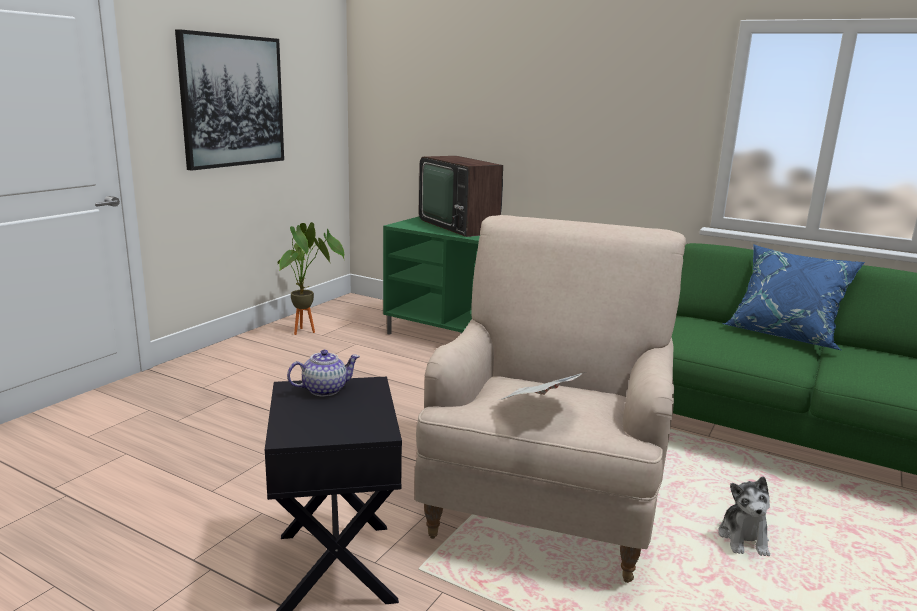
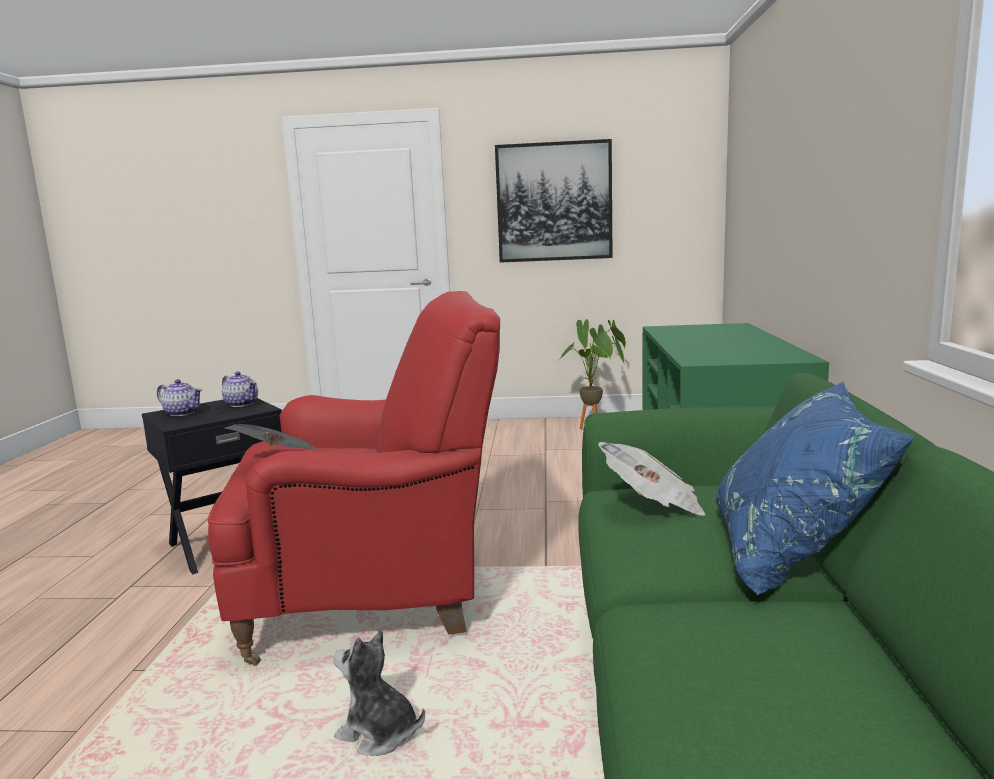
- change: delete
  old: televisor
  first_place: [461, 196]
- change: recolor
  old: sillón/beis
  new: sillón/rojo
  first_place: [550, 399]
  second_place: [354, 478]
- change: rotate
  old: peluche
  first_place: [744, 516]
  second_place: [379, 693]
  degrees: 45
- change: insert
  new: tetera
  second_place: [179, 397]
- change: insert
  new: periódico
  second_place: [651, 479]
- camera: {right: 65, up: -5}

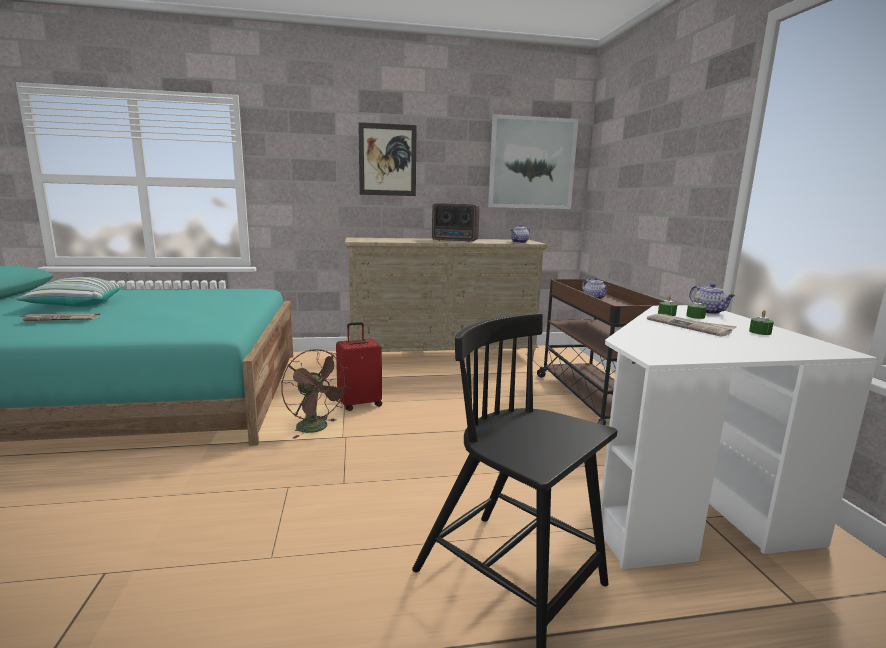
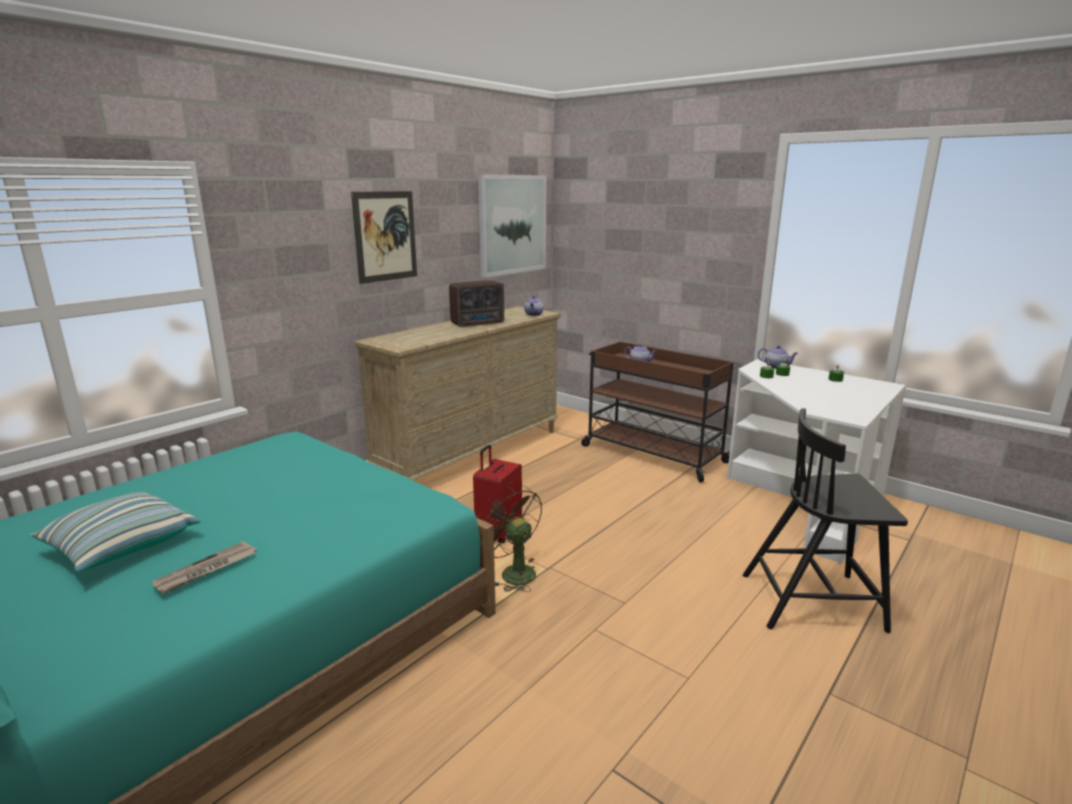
- change: delete
  old: periódico
  first_place: [692, 325]
- change: rotate
  old: ventilador/marrón
  first_place: [316, 394]
  second_place: [509, 538]
  degrees: -135
- camera: {right: -40, up: 5}

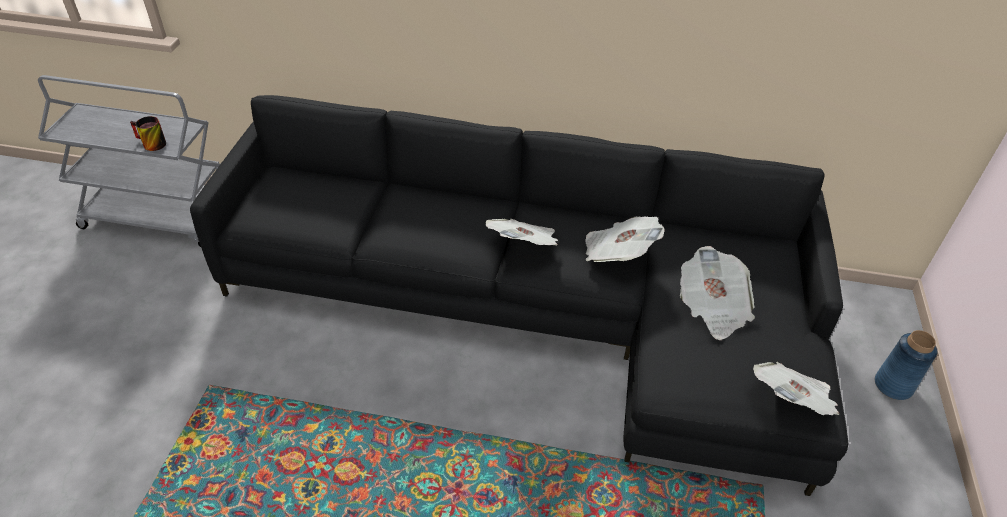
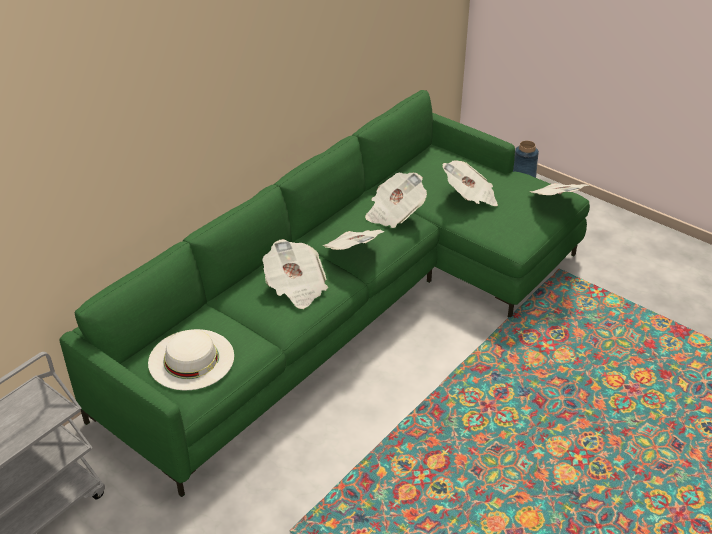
- change: recolor
  old: sofá/negro
  new: sofá/verde
  first_place: [519, 295]
  second_place: [325, 293]
- change: delete
  old: taza grande
  first_place: [148, 133]
- change: insert
  new: periódico
  second_place: [295, 274]
- change: insert
  new: sombrero/blanco
  second_place: [191, 359]
- camera: {right: -60, up: -5}

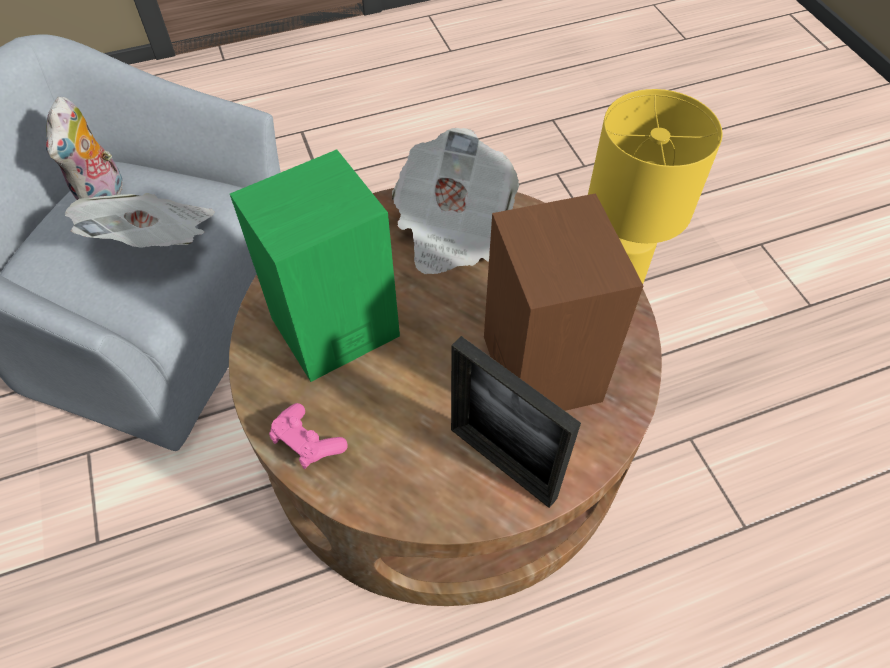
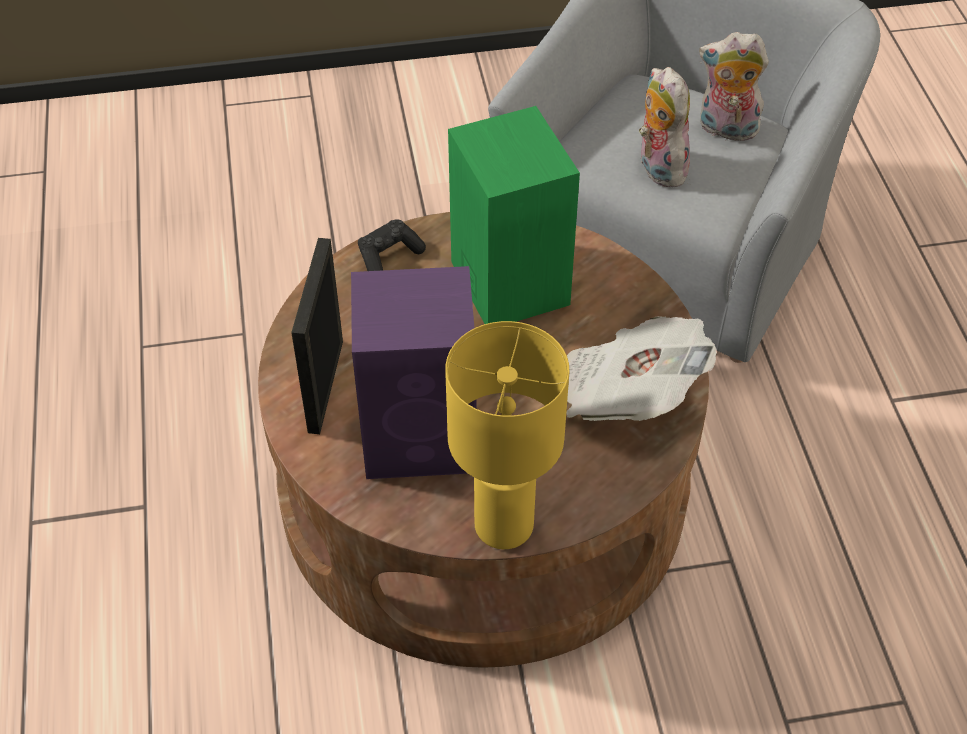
- change: replace
  old: periódico
  new: peluche
  first_place: [140, 220]
  second_place: [664, 127]
- change: recolor
  old: altavoz/marrón
  new: altavoz/morado
  first_place: [563, 302]
  second_place: [413, 372]
- change: rotate
  old: portarretratos
  first_place: [516, 422]
  second_place: [317, 336]
  degrees: -45
- change: recolor
  old: mando de consola/rosa
  new: mando de consola/negro
  first_place: [308, 436]
  second_place: [392, 245]
- camera: {right: 100, up: -5}

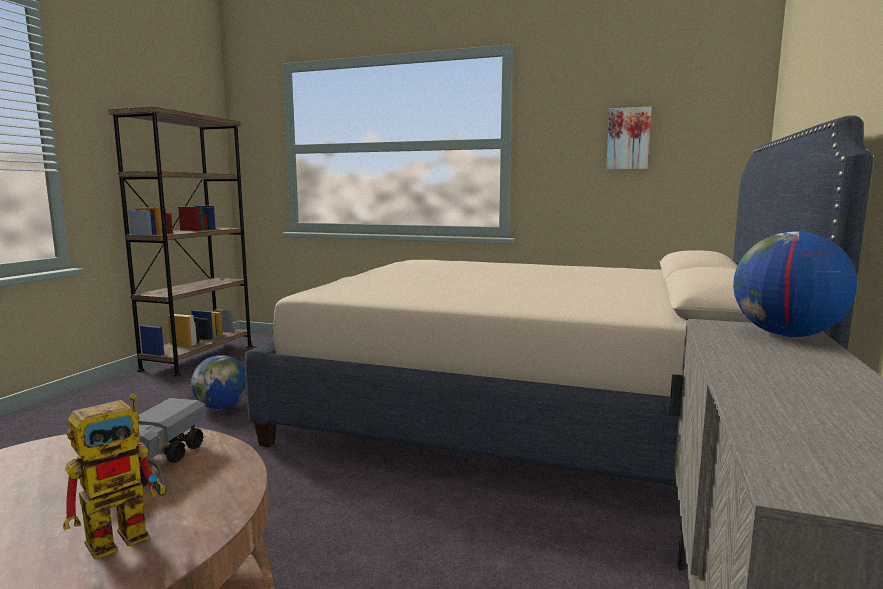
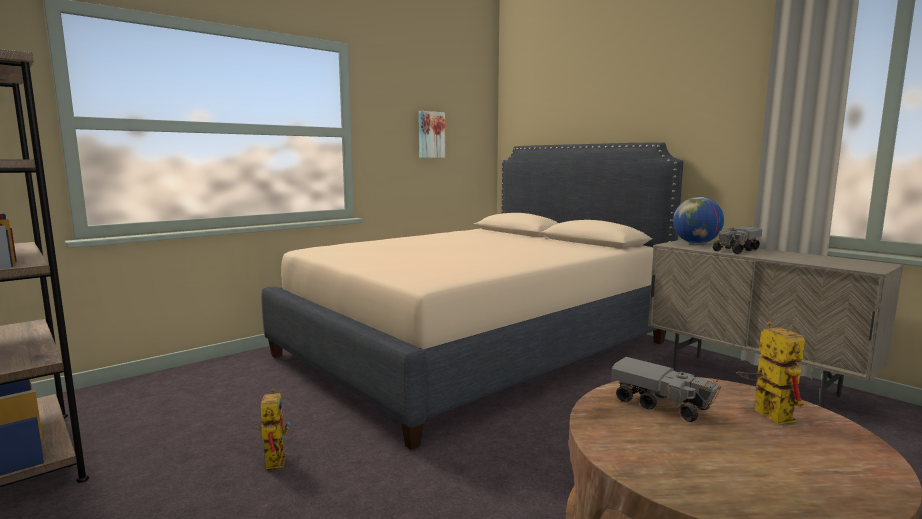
- change: replace
  old: globo terráqueo
  new: robot de juguete
  first_place: [218, 382]
  second_place: [273, 428]
- change: insert
  new: camión de juguete
  second_place: [737, 240]
- camera: {right: -60, up: 0}

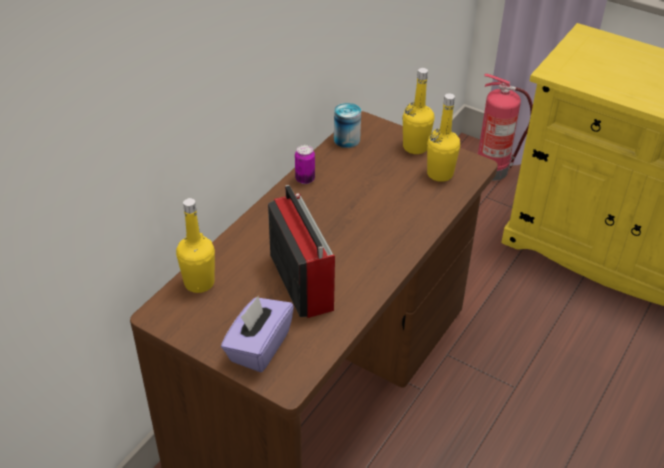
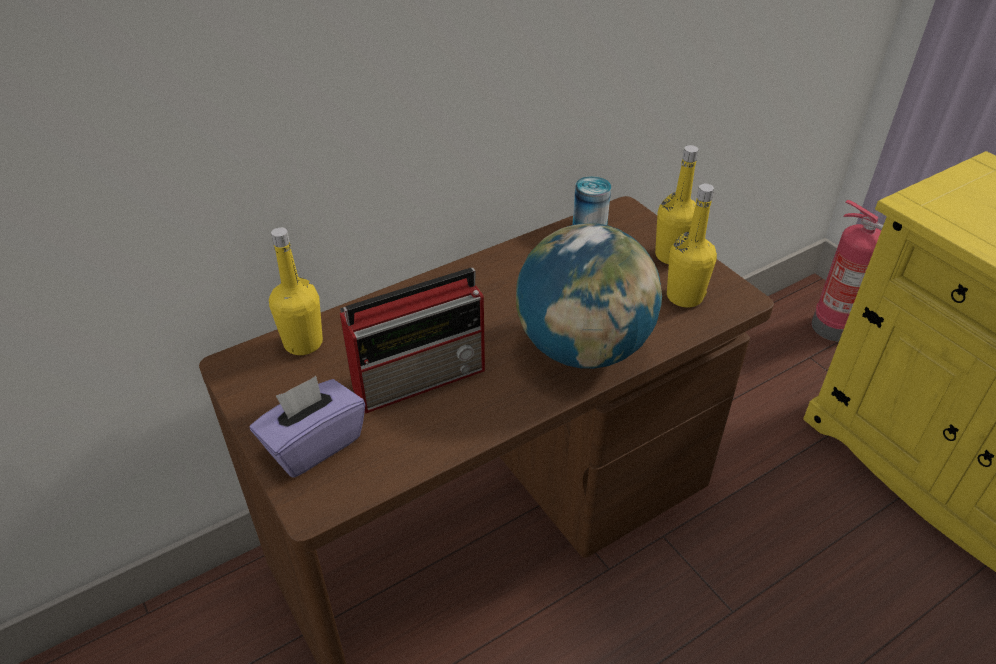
- change: delete
  old: lata
  first_place: [305, 164]
- change: rotate
  old: radio
  first_place: [301, 251]
  second_place: [412, 341]
  degrees: 60
- change: insert
  new: globo terráqueo
  second_place: [589, 296]
- camera: {right: 25, up: 0}

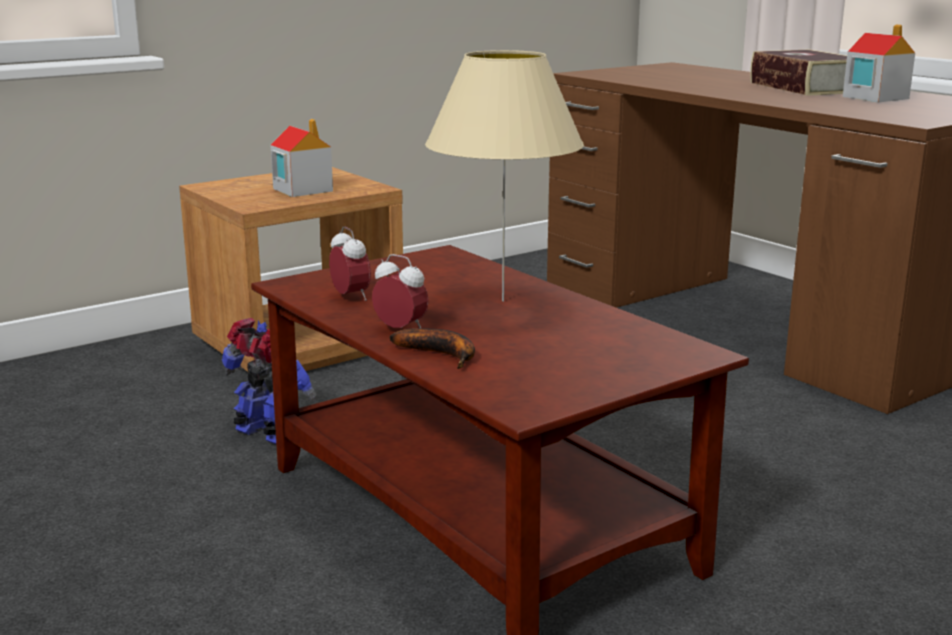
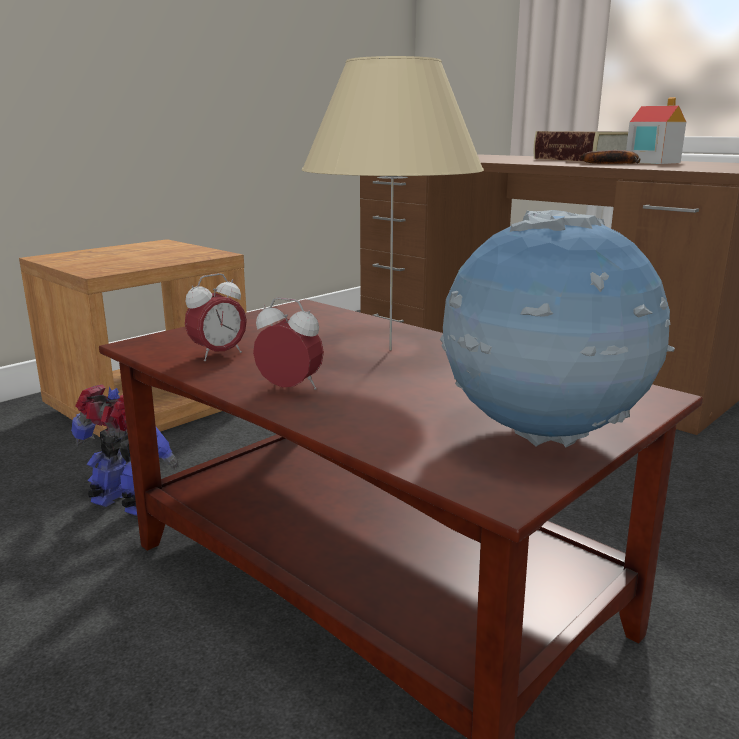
- change: delete
  old: casita
  first_place: [302, 158]
- change: rotate
  old: despertador
  first_place: [350, 263]
  second_place: [216, 317]
  degrees: 90
- change: move
  old: plátano
  first_place: [432, 348]
  second_place: [610, 157]
- change: insert
  new: globo terráqueo
  second_place: [557, 329]
- camera: {right: -10, up: 0}

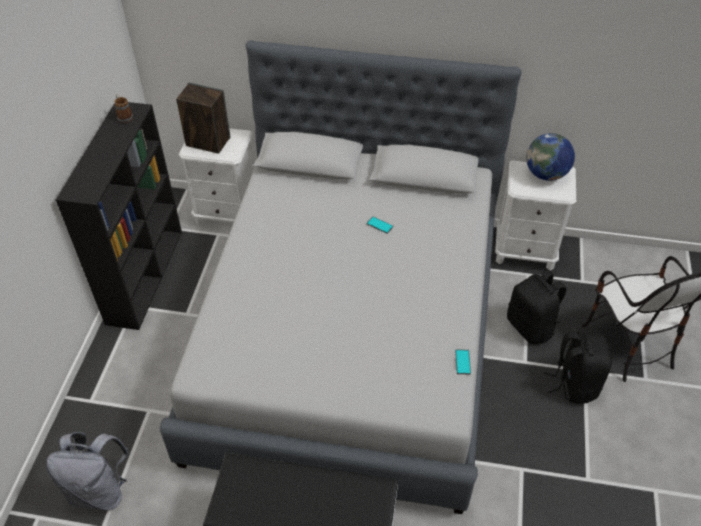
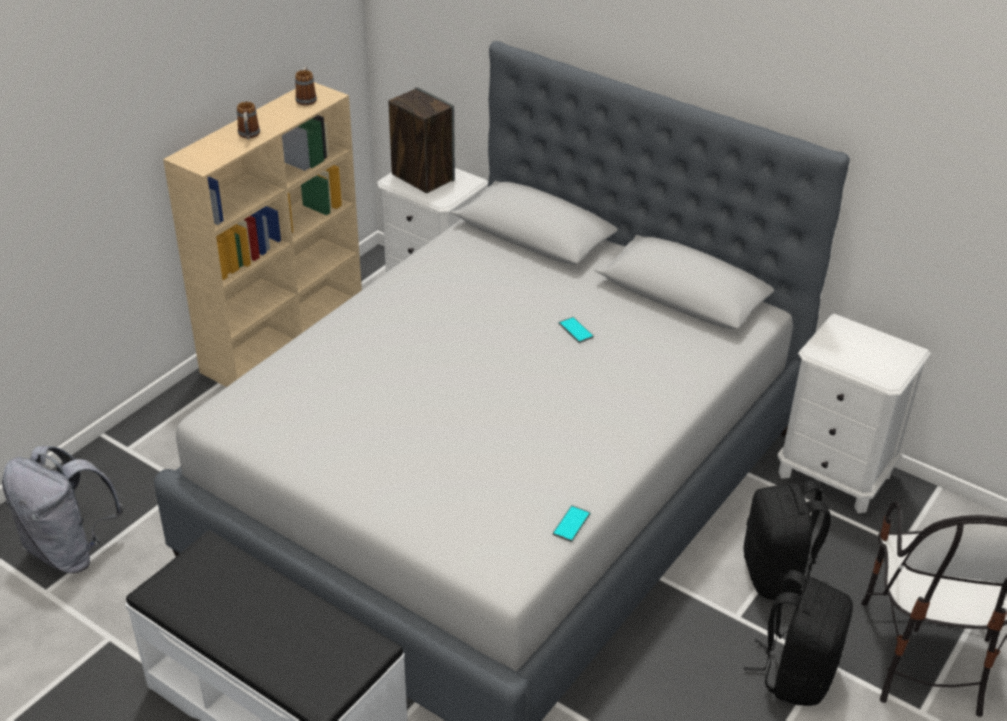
- change: recolor
  old: estantería/negro
  new: estantería/beis
  first_place: [119, 216]
  second_place: [262, 234]
- change: delete
  old: globo terráqueo
  first_place: [550, 157]
- change: insert
  new: taza grande
  second_place: [248, 120]
- camera: {right: 25, up: -10}

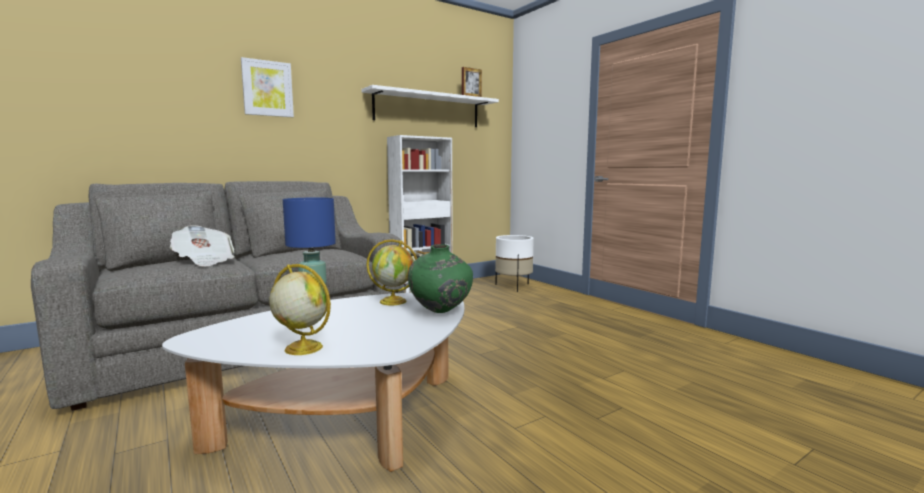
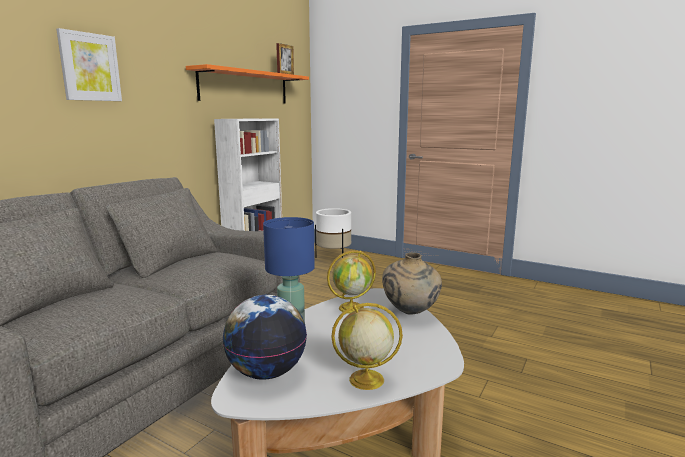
- change: recolor
  old: estante/blanco
  new: estante/naranja
  first_place: [430, 106]
  second_place: [247, 83]
- change: delete
  old: periódico
  first_place: [202, 246]
- change: recolor
  old: florero/verde
  new: florero/beis
  first_place: [440, 278]
  second_place: [412, 283]
- change: insert
  new: globo terráqueo
  second_place: [265, 337]
- camera: {right: -25, up: 5}

